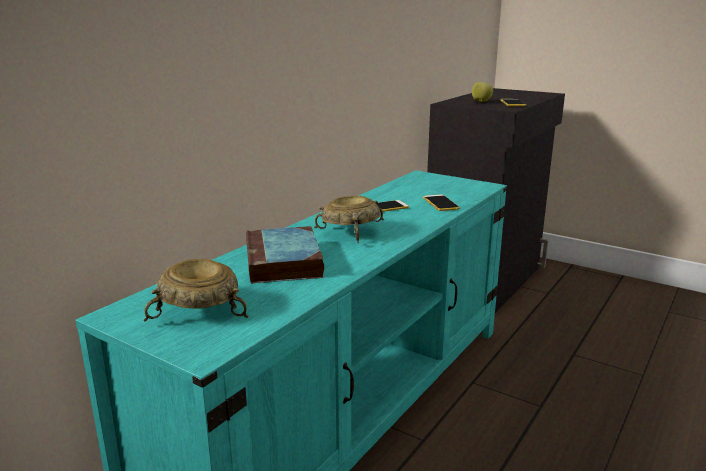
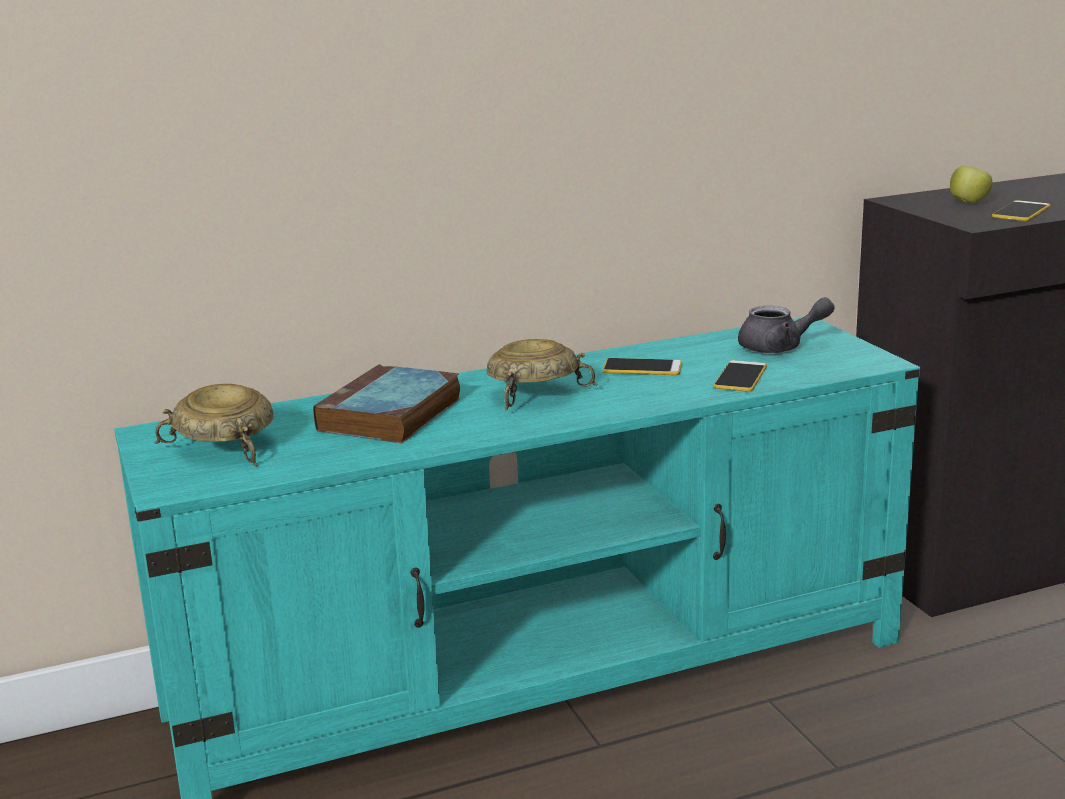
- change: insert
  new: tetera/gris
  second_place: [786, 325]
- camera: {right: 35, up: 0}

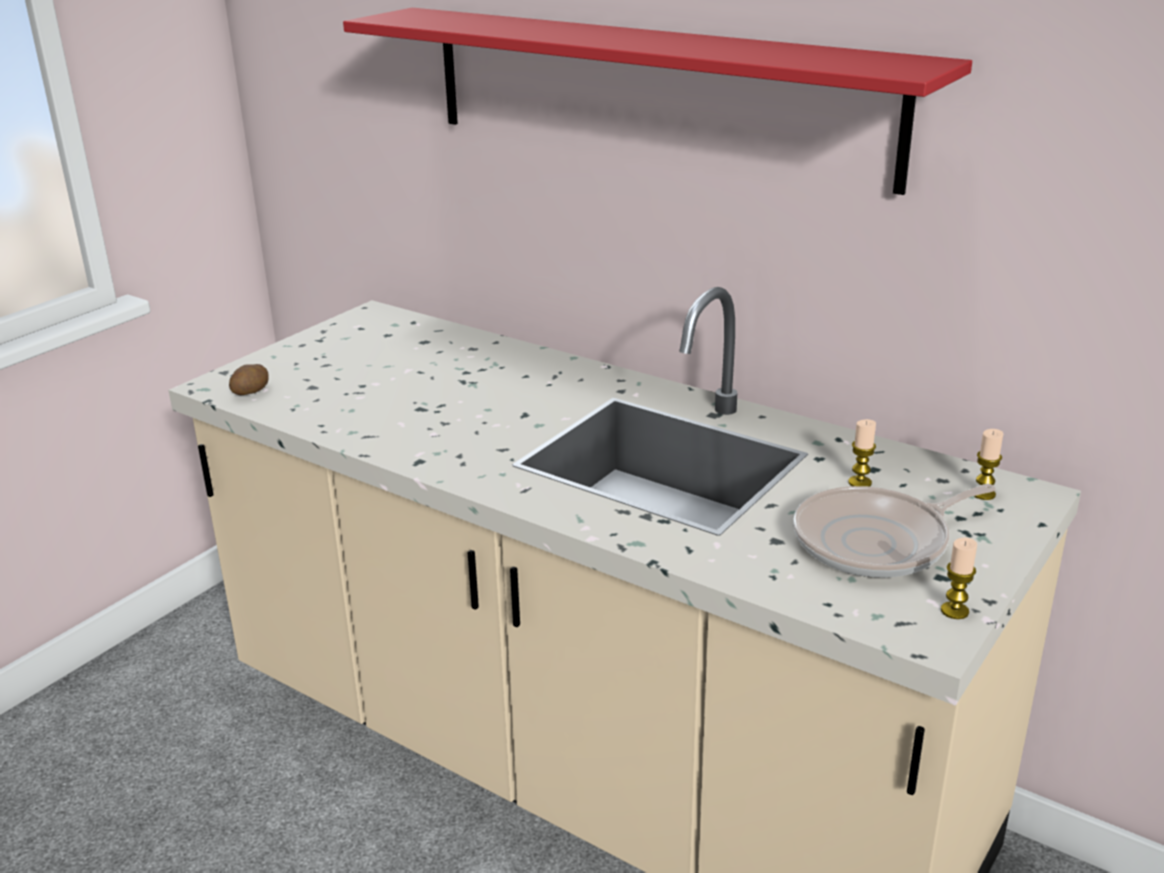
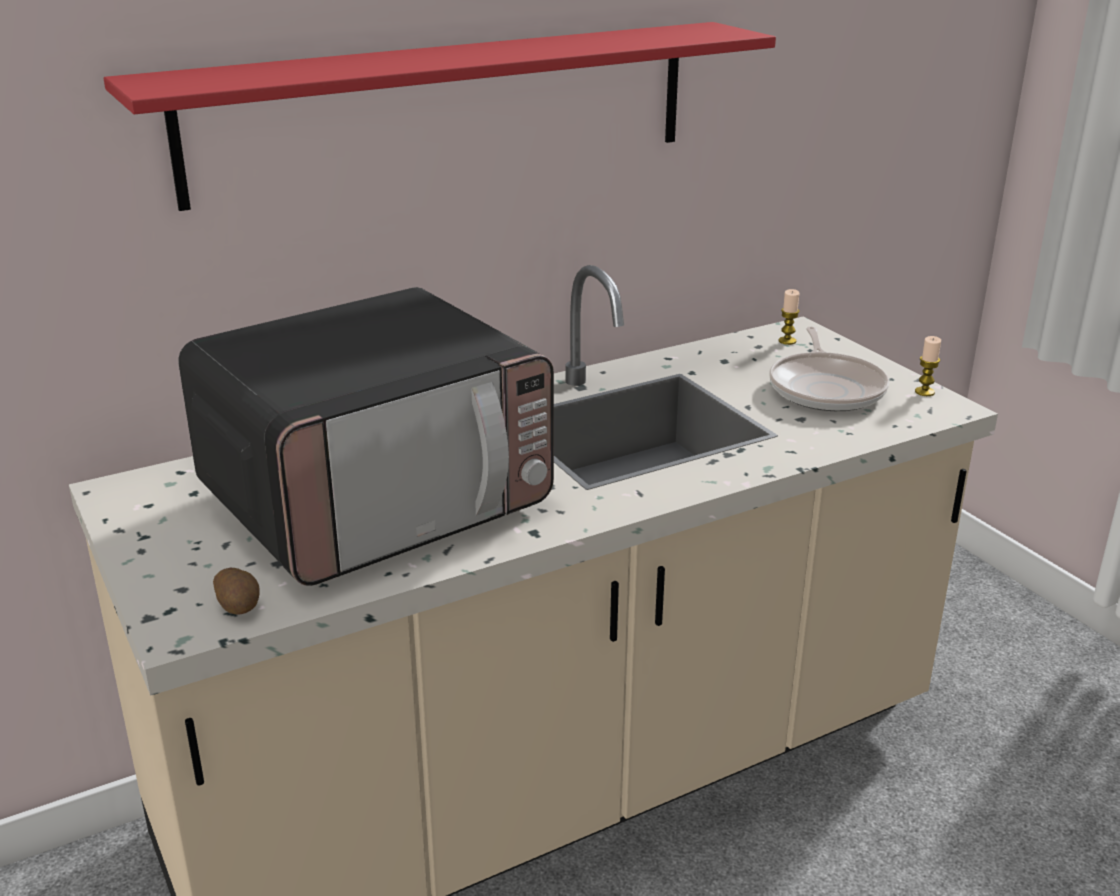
- change: delete
  old: vela
  first_place: [862, 453]
- change: insert
  new: microondas
  second_place: [366, 436]
- camera: {right: -65, up: 0}

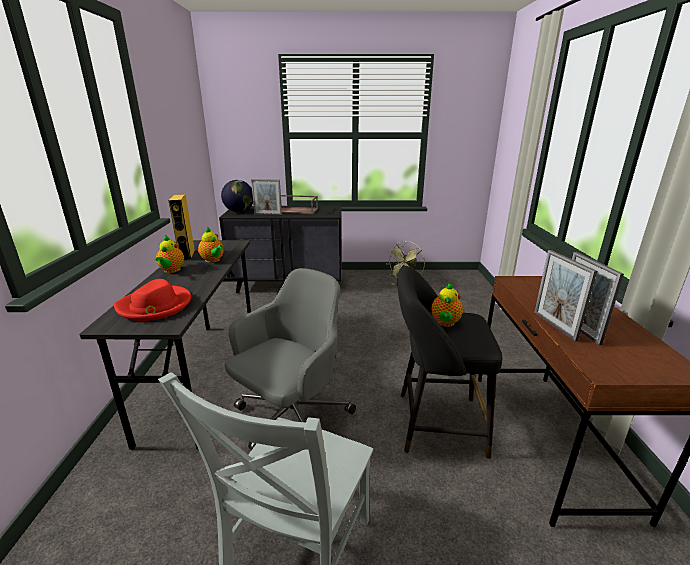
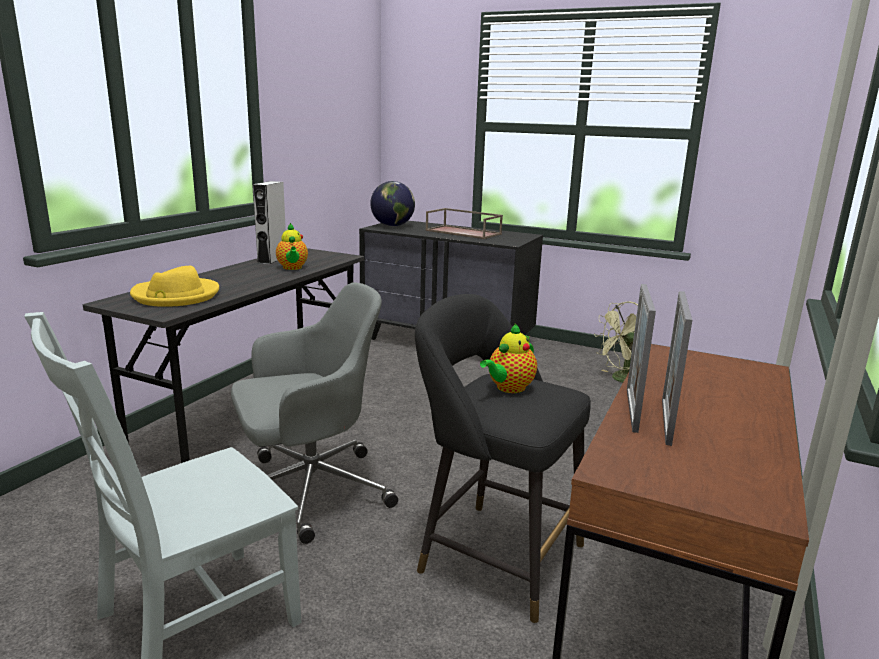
- change: delete
  old: portarretratos
  first_place: [266, 197]
- change: recolor
  old: altavoz/amarillo
  new: altavoz/gris
  first_place: [181, 227]
  second_place: [269, 222]
- change: delete
  old: tetera
  first_place: [169, 254]
- change: recolor
  old: sombrero/rojo
  new: sombrero/amarillo
  first_place: [152, 300]
  second_place: [174, 286]
- camera: {right: 25, up: -5}

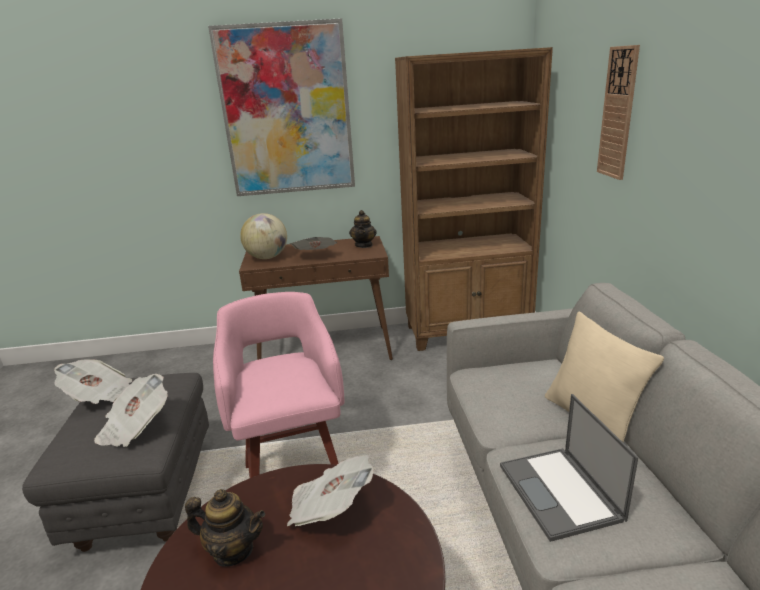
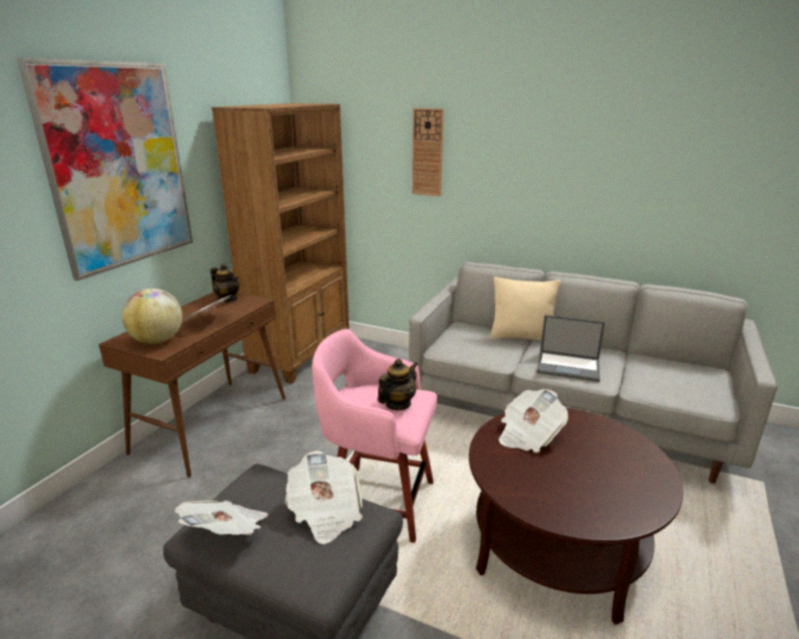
- change: move
  old: tetera
  first_place: [225, 527]
  second_place: [397, 384]
- camera: {right: -60, up: 0}

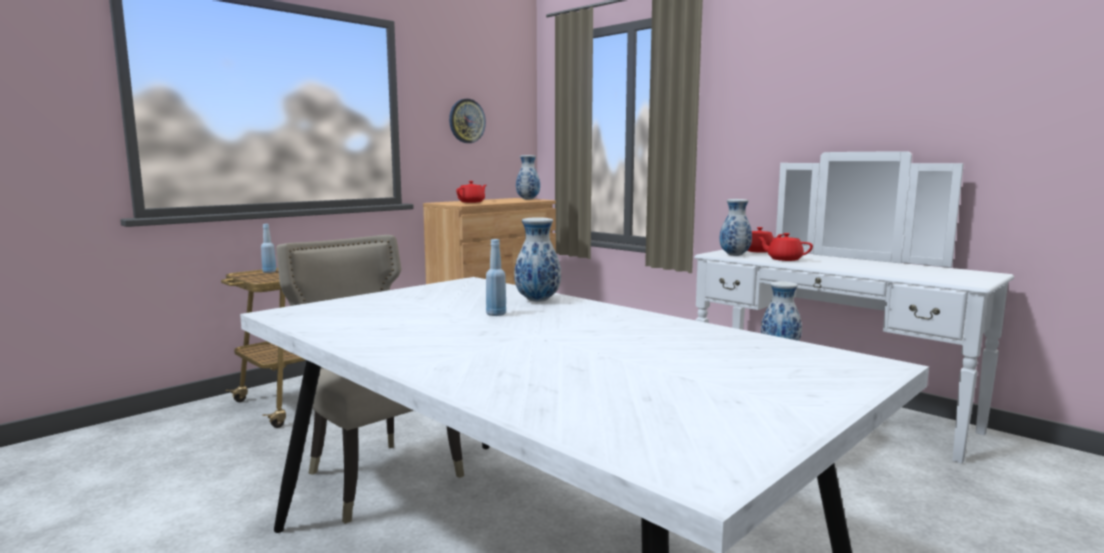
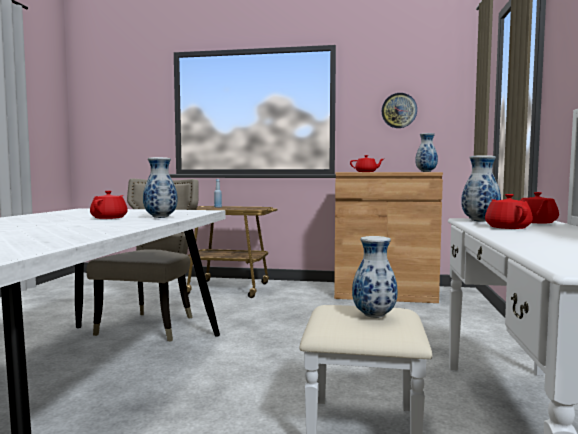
- change: replace
  old: botella/azul
  new: tetera/rojo
  first_place: [496, 277]
  second_place: [109, 205]
- camera: {right: 55, up: -5}

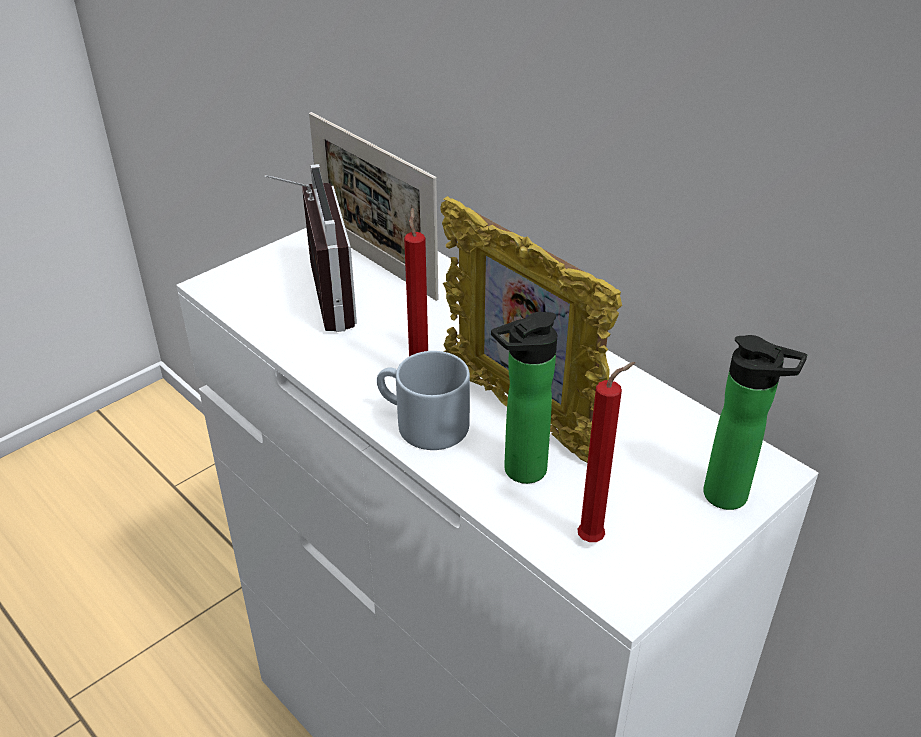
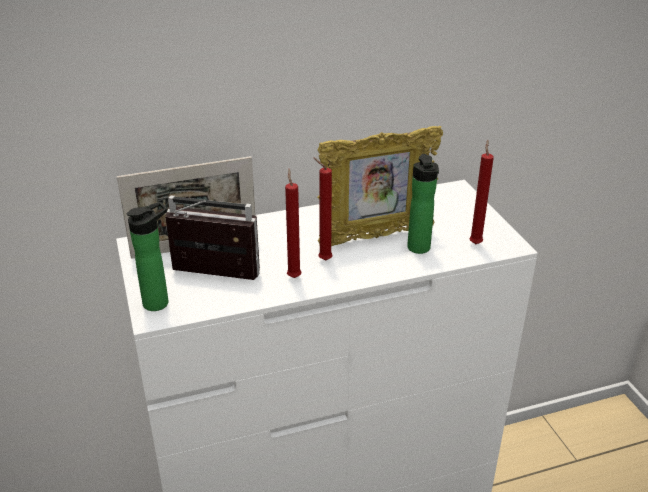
- change: move
  old: botella
  first_place: [755, 422]
  second_place: [148, 256]
- change: delete
  old: taza grande/gris
  first_place: [423, 400]
- change: insert
  new: vela/rojo
  second_place: [293, 223]
- camera: {right: -65, up: -5}

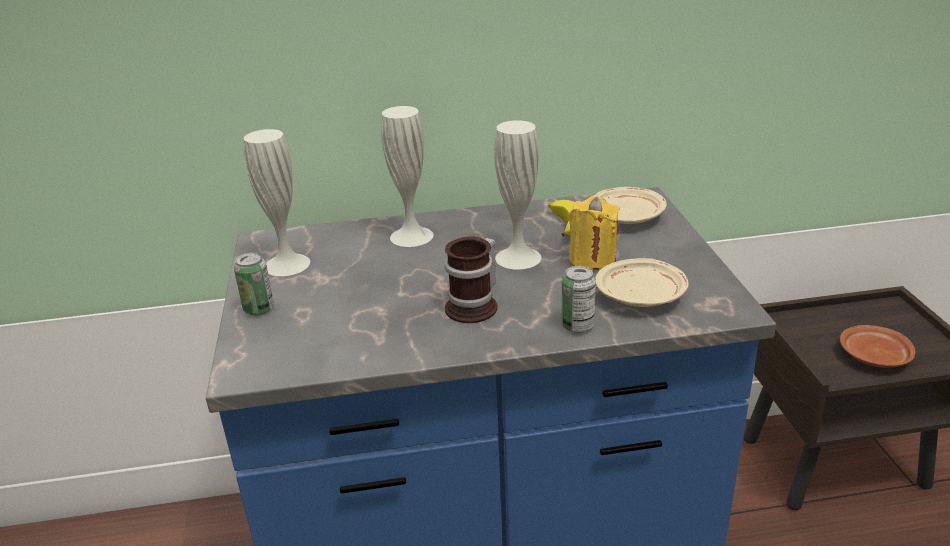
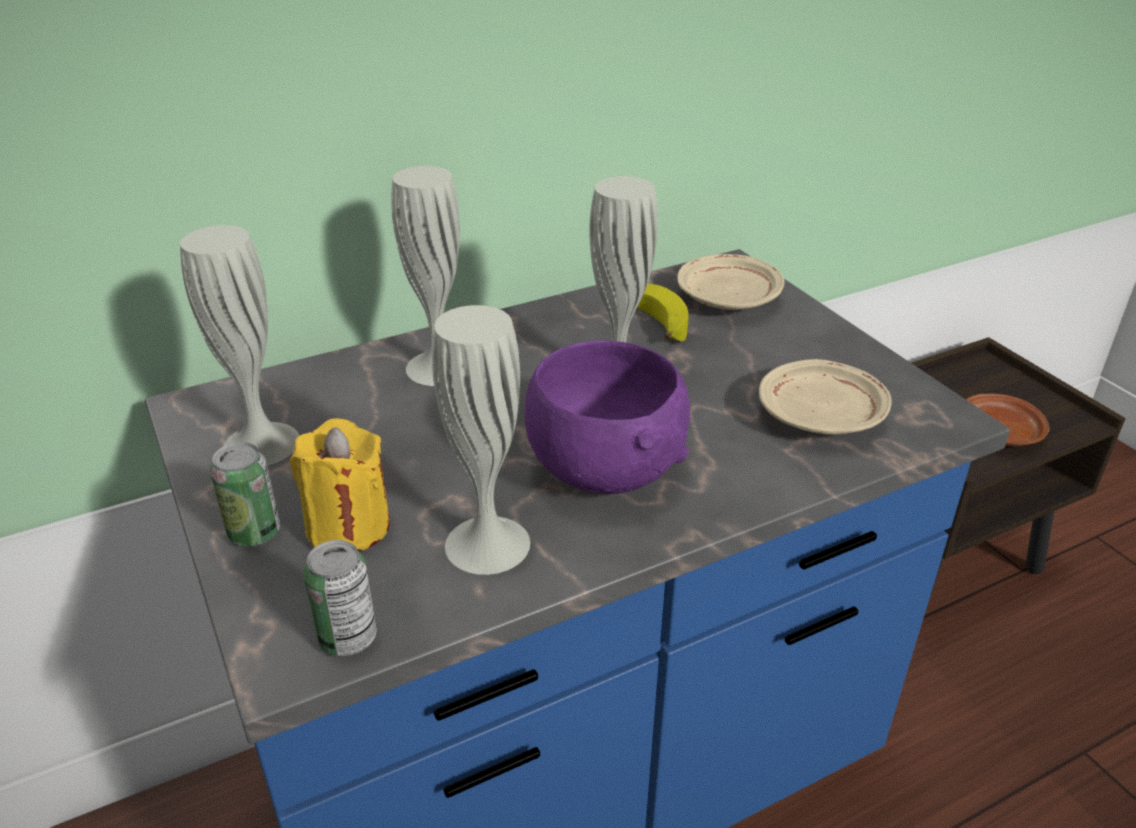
- change: move
  old: vela/amarillo
  first_place: [594, 233]
  second_place: [340, 485]
- change: replace
  old: taza grande
  new: cuenco/morado
  first_place: [471, 279]
  second_place: [607, 417]
- change: move
  old: lata
  first_place: [578, 299]
  second_place: [340, 598]
- change: insert
  new: florero/blanco
  second_place: [481, 440]
- camera: {right: -20, up: 5}

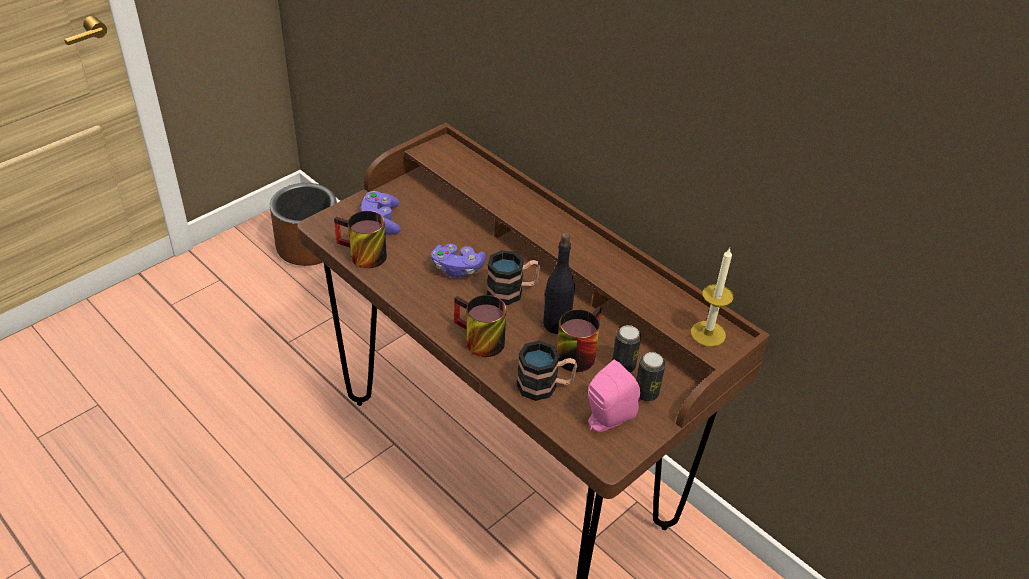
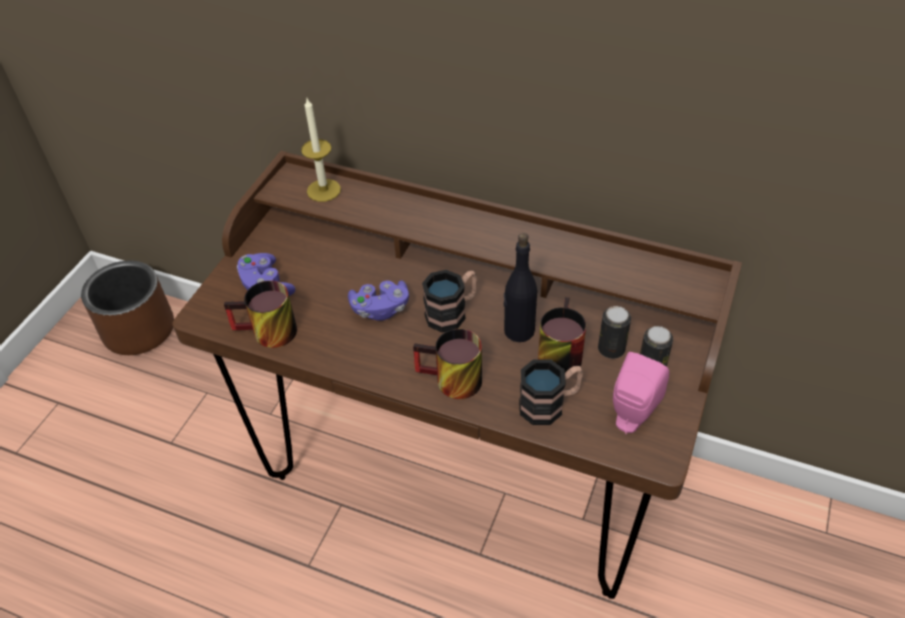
- change: move
  old: vela
  first_place: [712, 297]
  second_place: [321, 150]
- camera: {right: -20, up: 5}

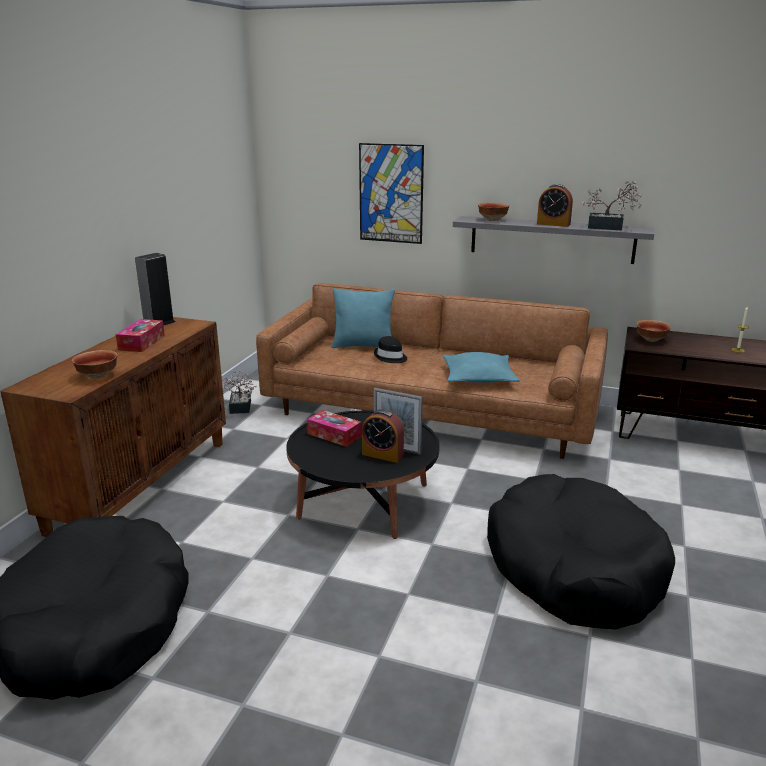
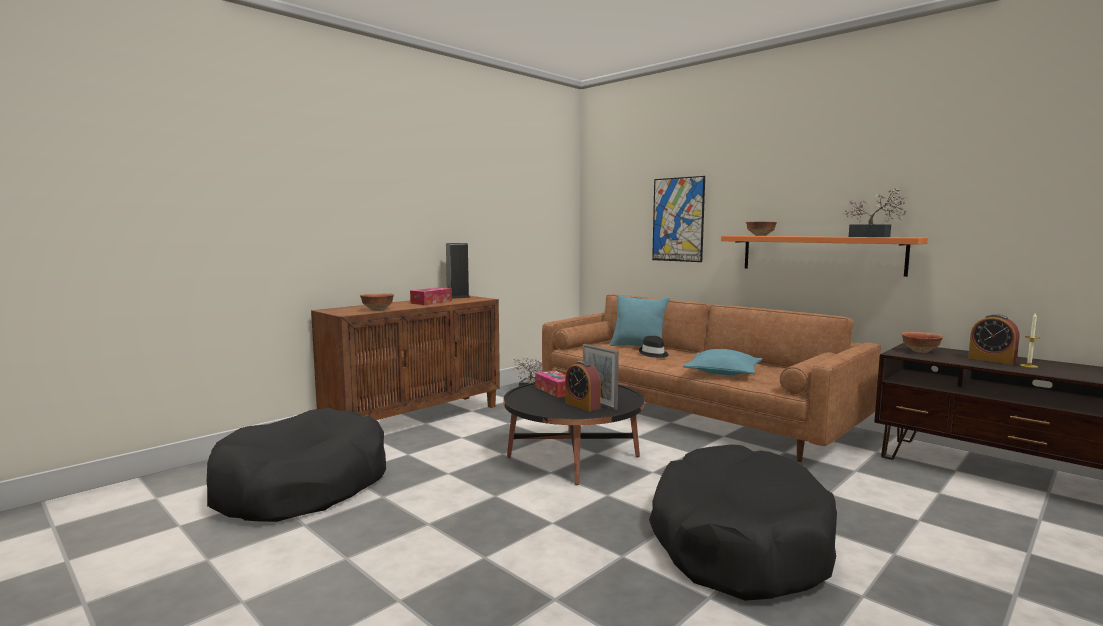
- change: move
  old: despertador
  first_place: [555, 205]
  second_place: [994, 339]
- change: recolor
  old: estante/gris
  new: estante/naranja
  first_place: [553, 240]
  second_place: [824, 256]
- camera: {right: 25, up: -15}

